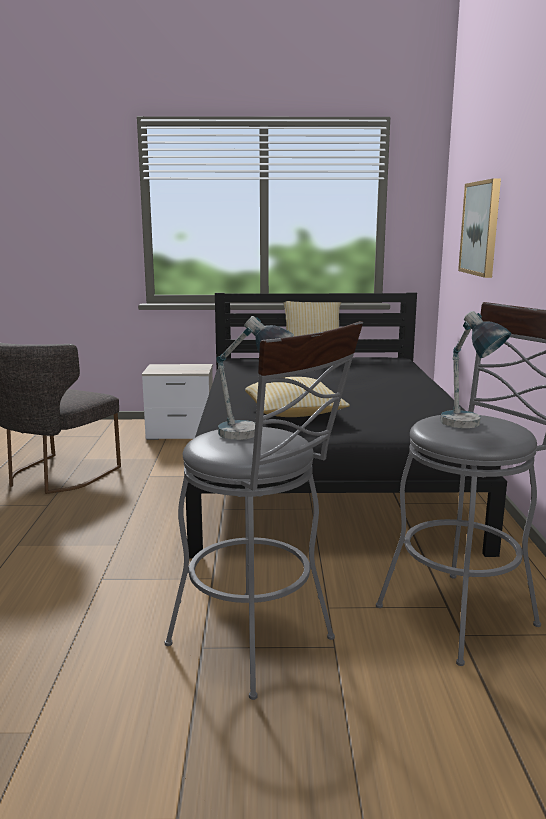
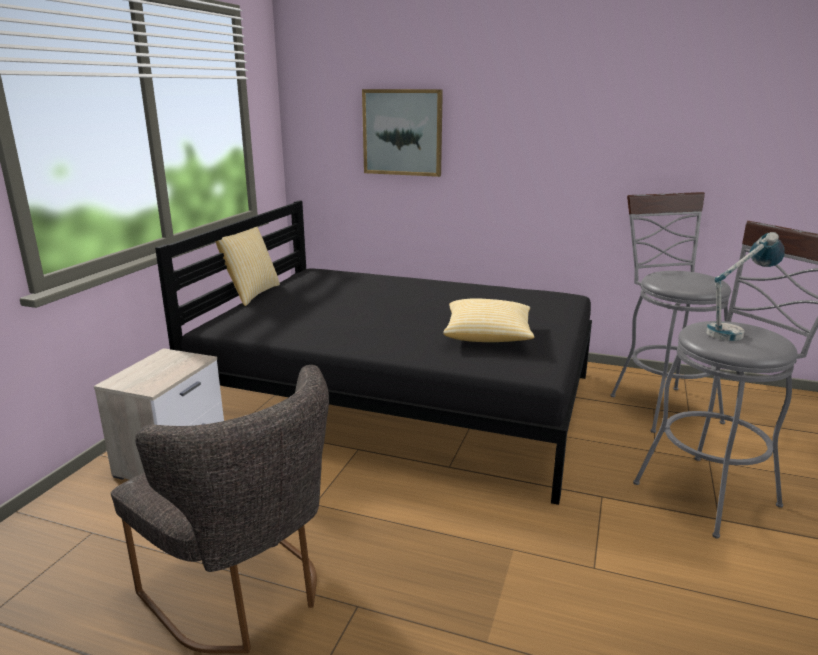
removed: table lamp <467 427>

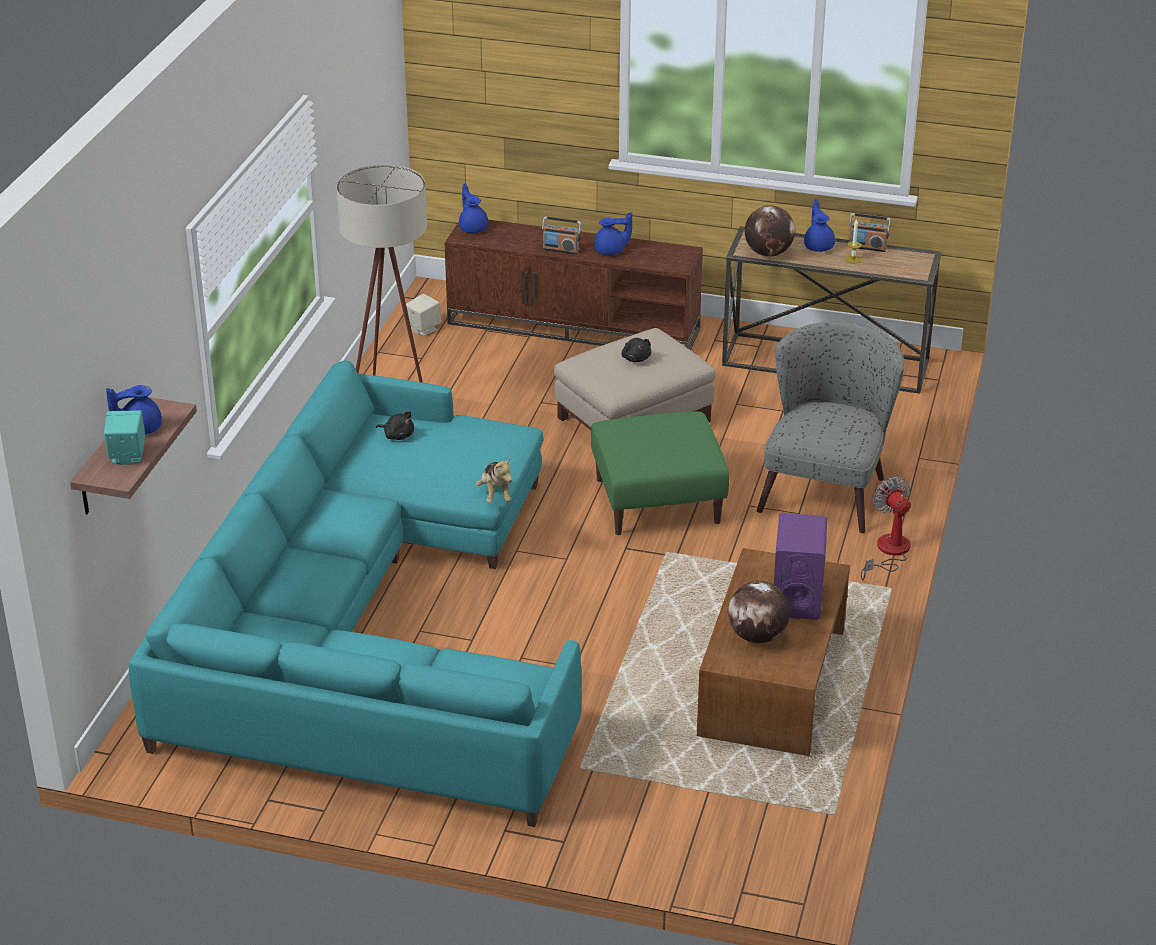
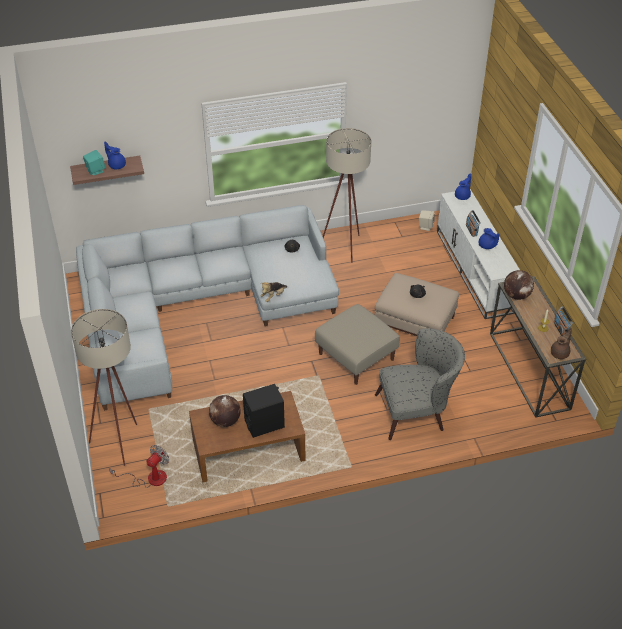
removed: blue teapot <819 246>
added: beige floor lamp <121 440>; brown teapot <560 353>
moved: fan <888 552> to <150 478>
recoloured: turquoise sofa <367 628> to grey sofa <197 307>; brown tv stand <575 326> to white tv stand <475 271>; green ottoman <657 501> to beige ottoman <355 356>; purple speaker <797 598> to black speaker <264 424>

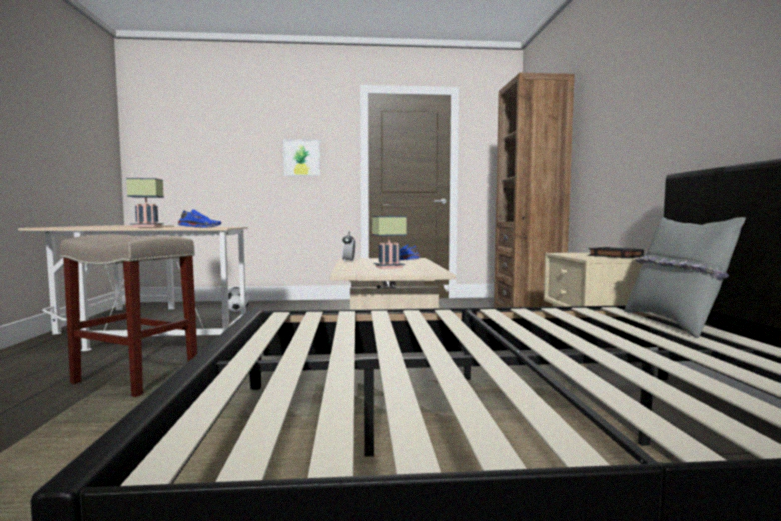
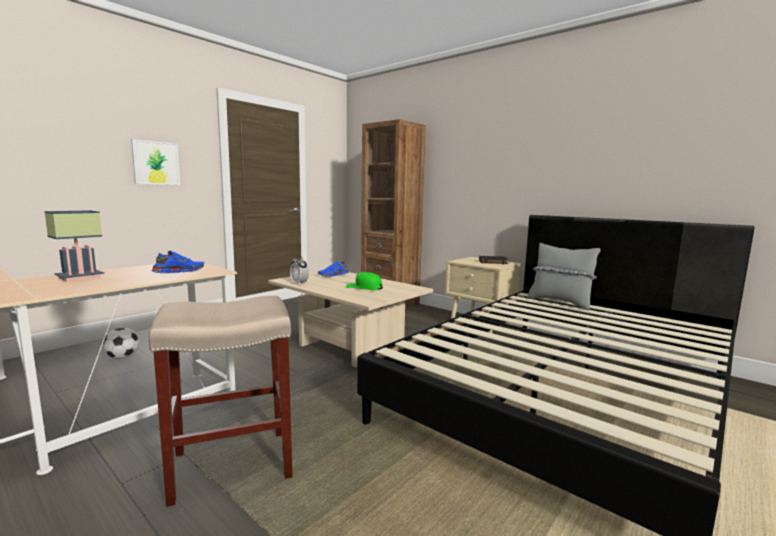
replaced: table lamp <388 267> to green cap <364 287>

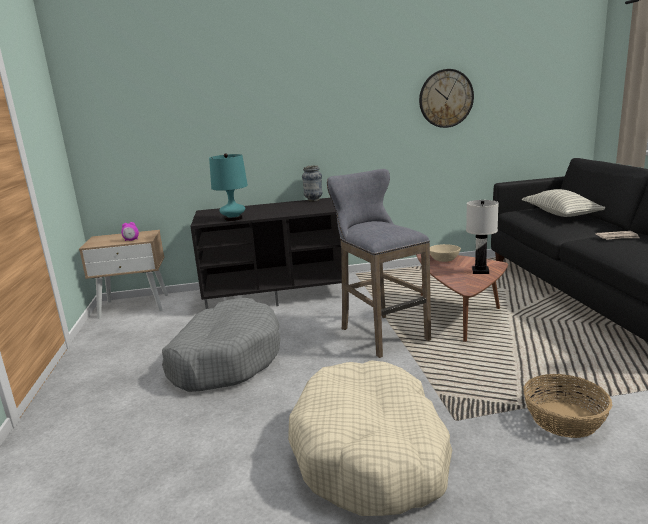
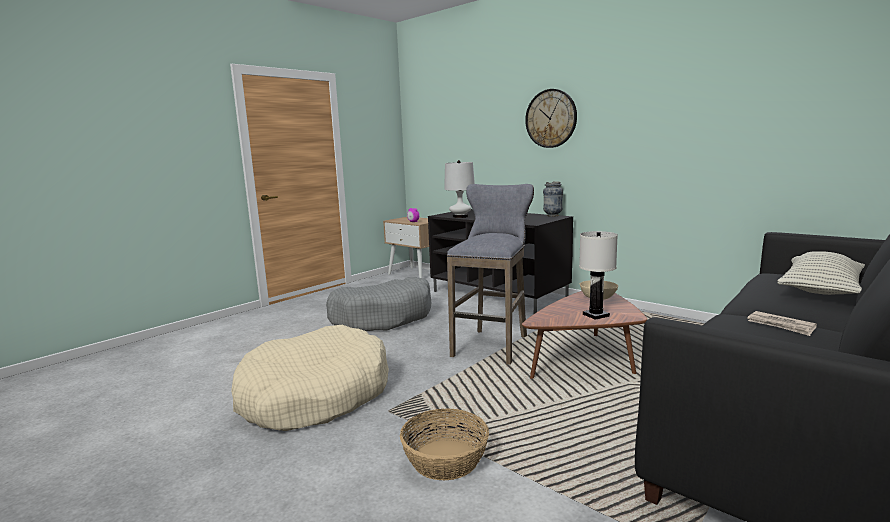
moved: wall clock <446 98> to <551 118>
recoloured: turquoise table lamp <233 219> to white table lamp <460 216>

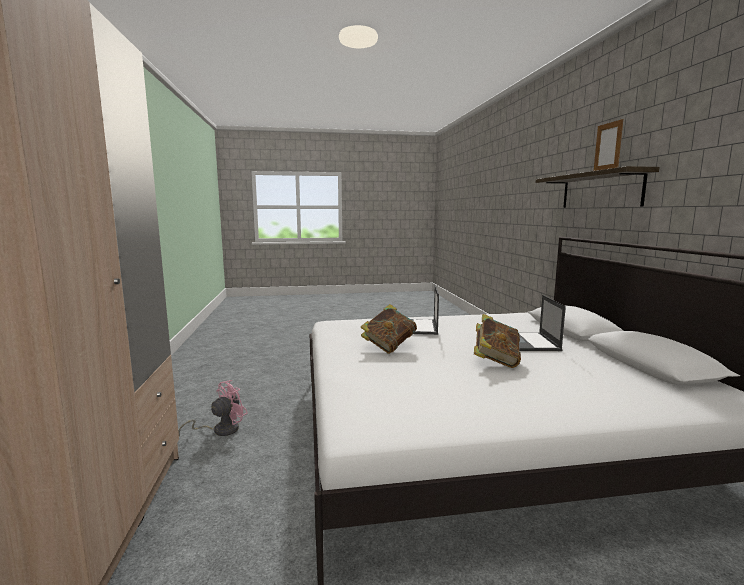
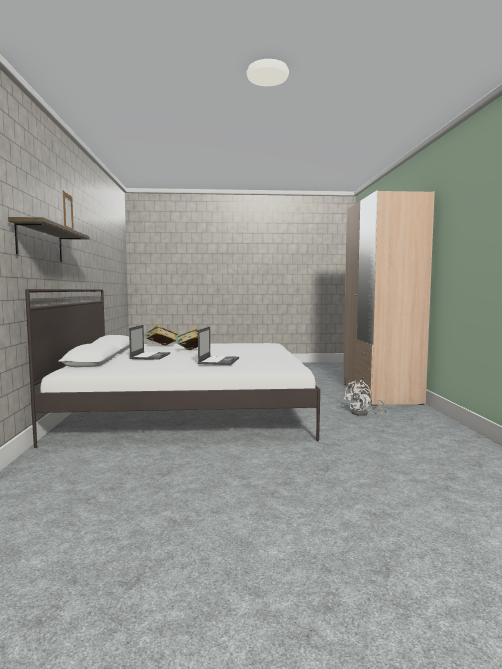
moved: book <389 347> to <161 346>
recoloured: pink fan <220 430> to white fan <363 413>

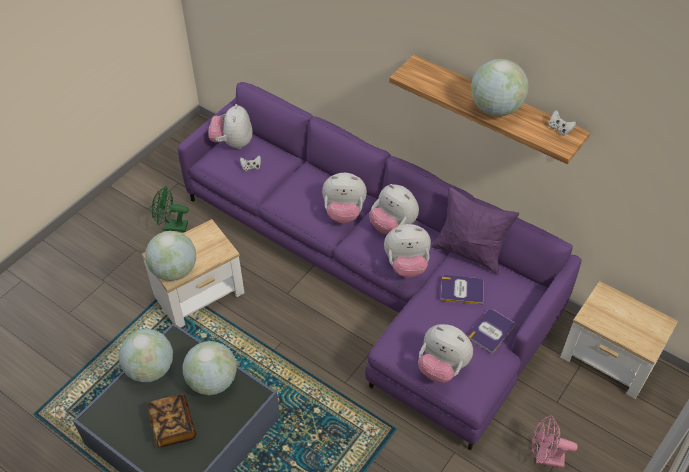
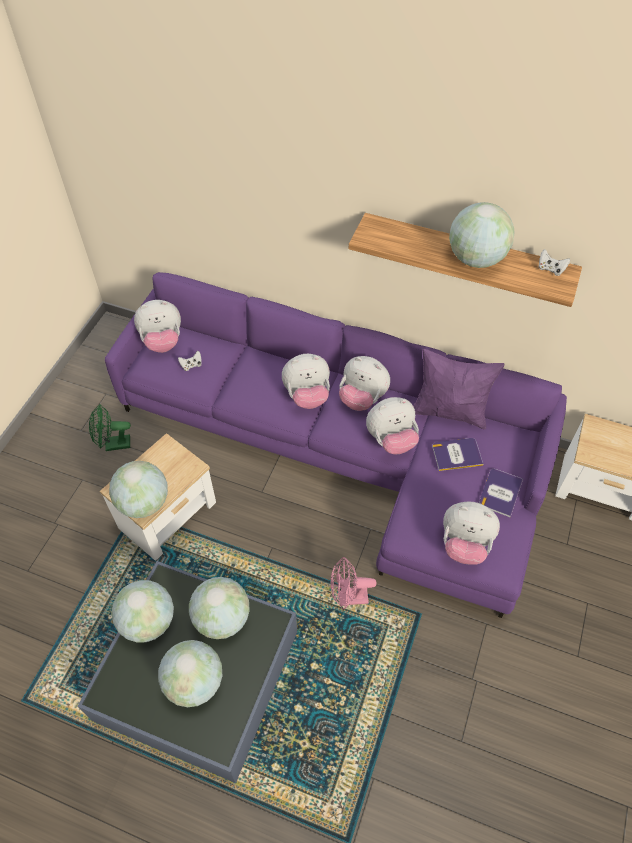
moved: pink fan <544 458> to <348 598>
replaced: book <173 426> to globe <194 682>
turned: plush toy <233 143> = <162 341> 90 degrees counterclockwise

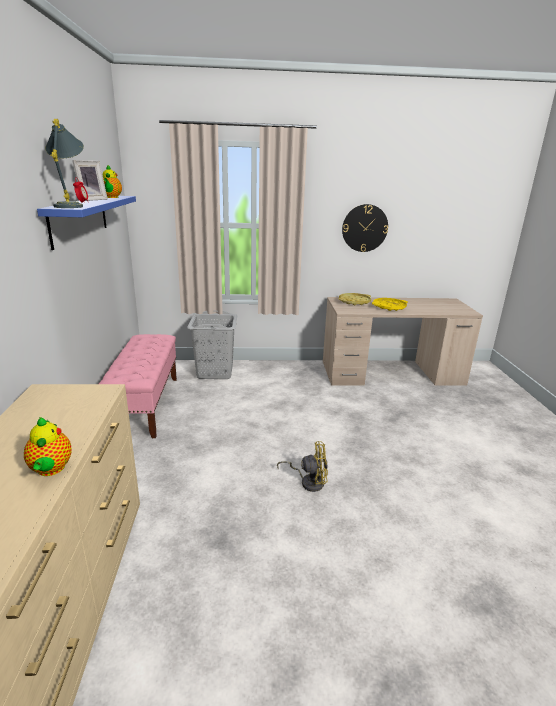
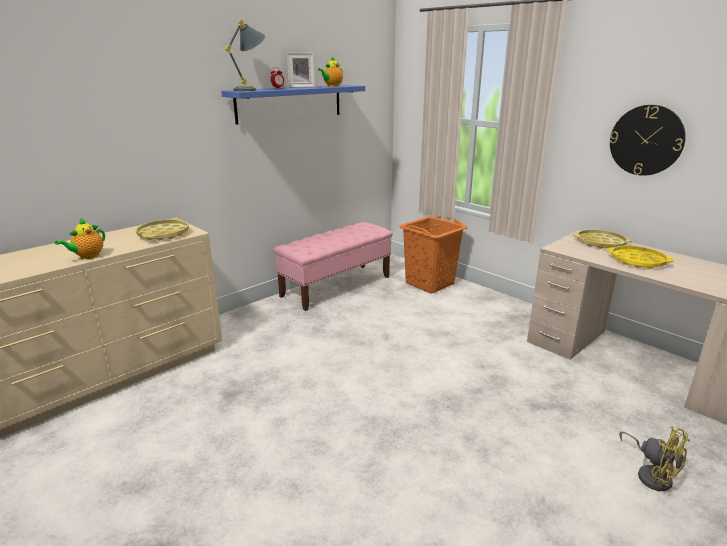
added: yellow tray <163 234>
moved: yellow fan <308 481> to <651 474>
recoloured: grey laundry basket <214 372> to orange laundry basket <429 283>

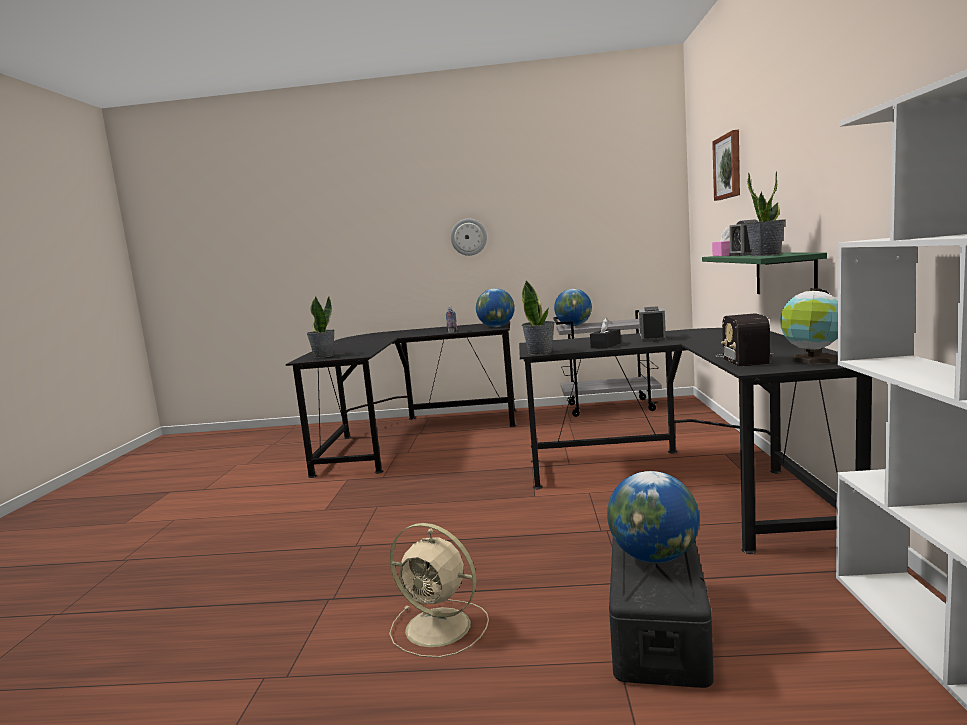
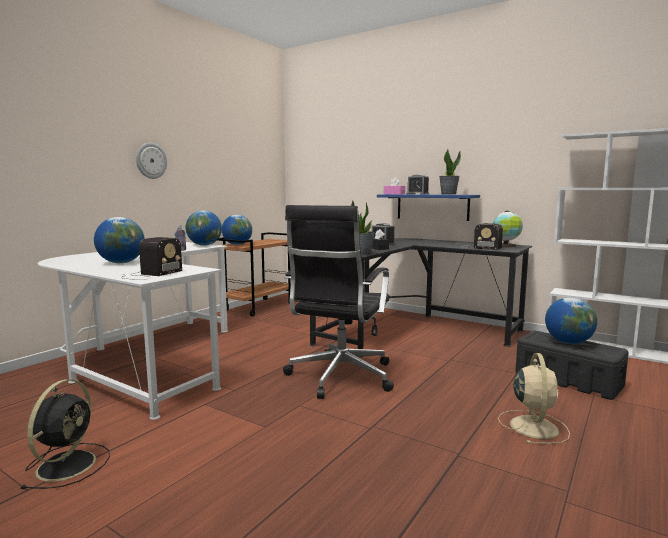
removed: picture <728 166>
added: black fan <68 464>; globe <121 263>; black office chair <339 377>
replaced: potted plant <323 356> to radio <150 274>
recoloured: black desk <408 435> to white desk <146 360>; grey cart <611 407> to brown cart <259 307>; green shelf <784 275> to blue shelf <432 207>
turned: beige fan <441 628> = <533 426> 45 degrees counterclockwise

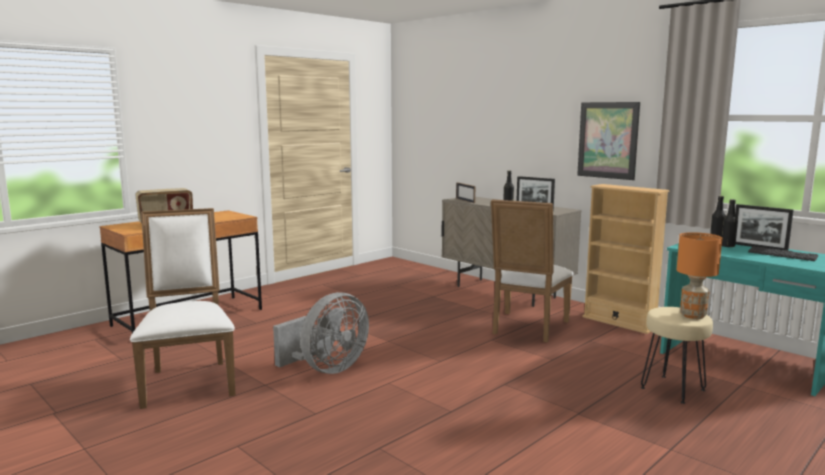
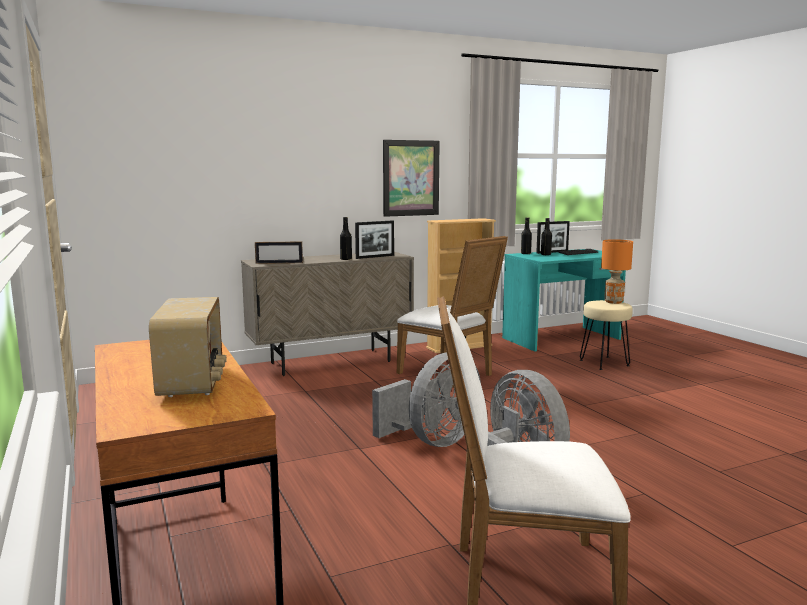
added: grey fan <433 441>

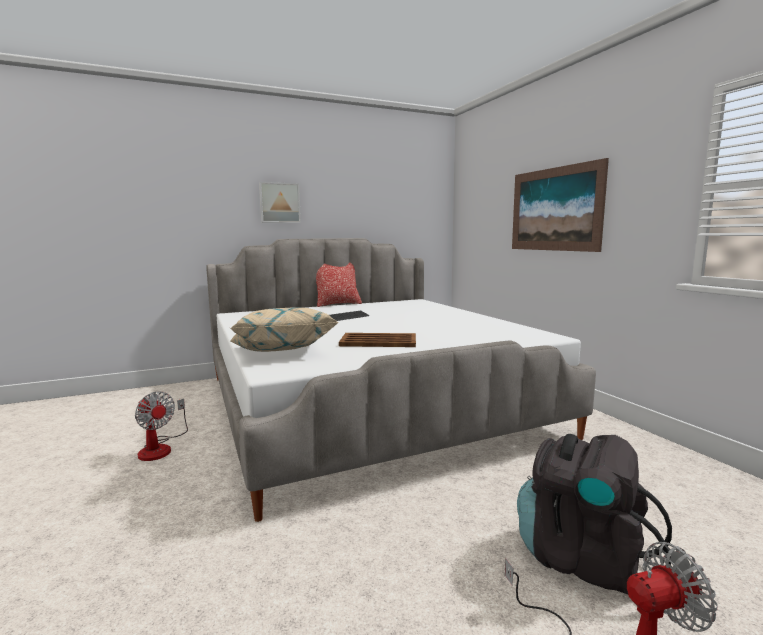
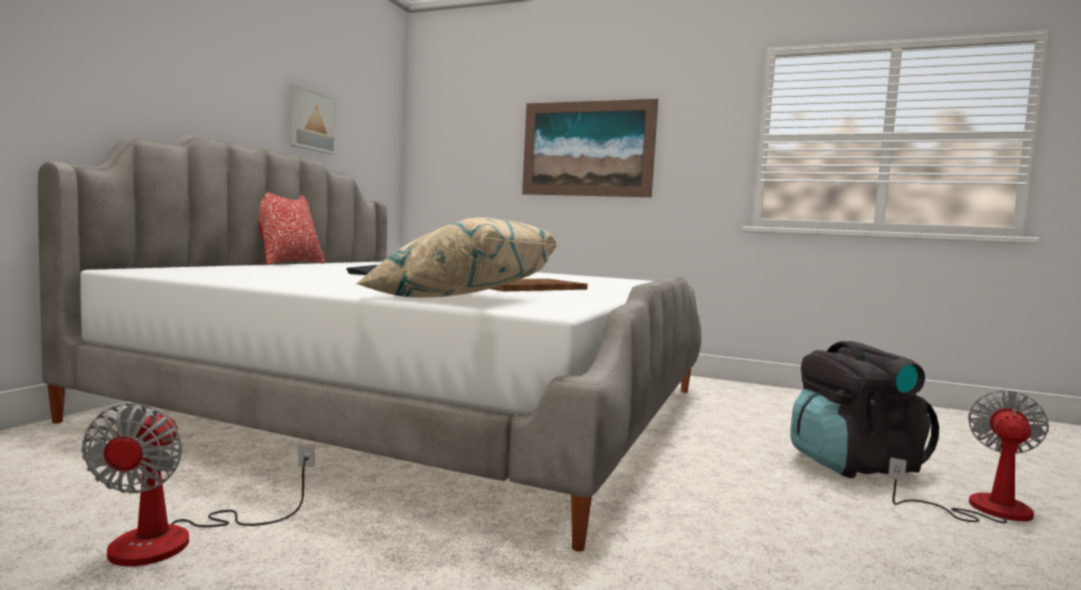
moved: picture <279 203> to <310 121>
turned: fan <160 448> = <180 539> 90 degrees clockwise

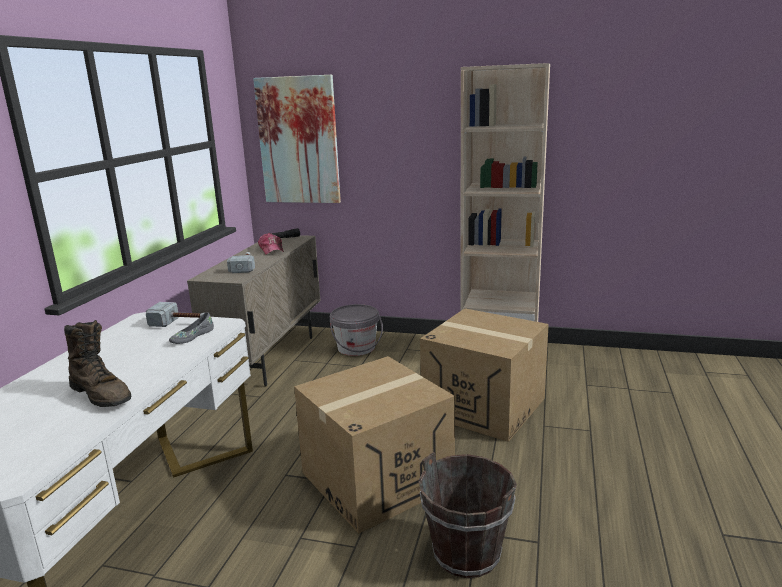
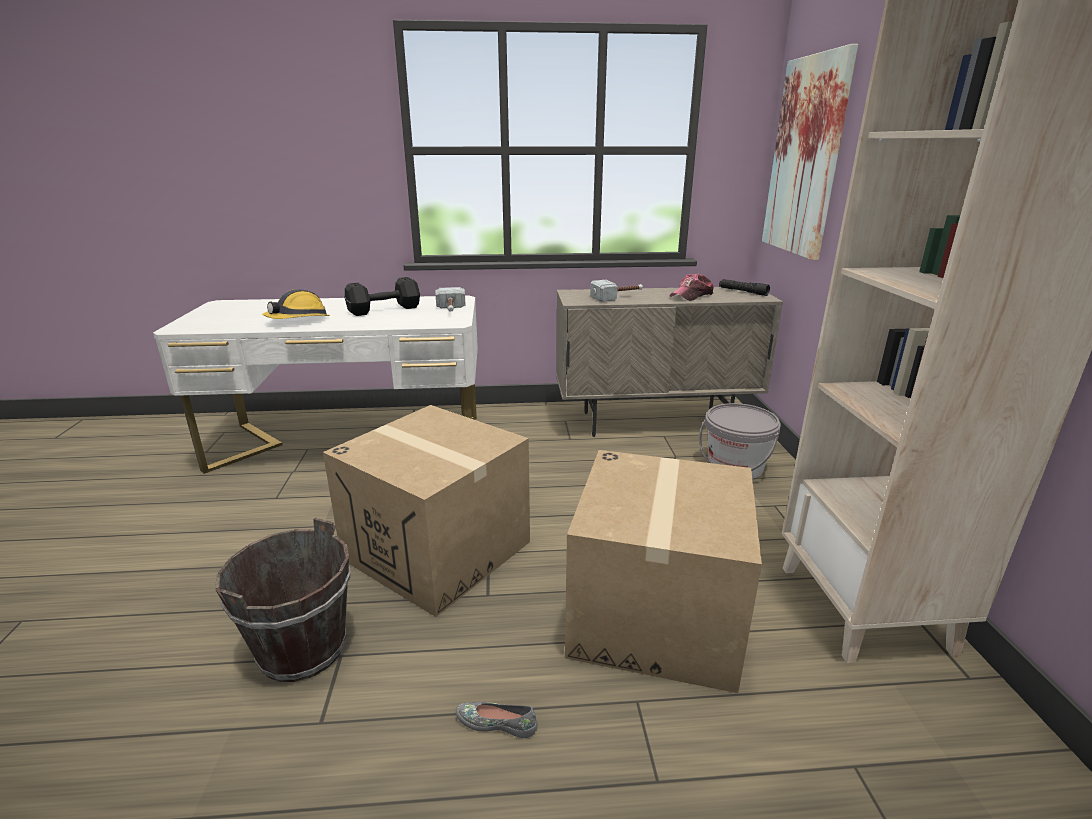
added: black dumbbell <386 310>
moved: grey shoe <191 336> to <496 722>
replaced: brown boot <102 395> to hard hat <298 320>

